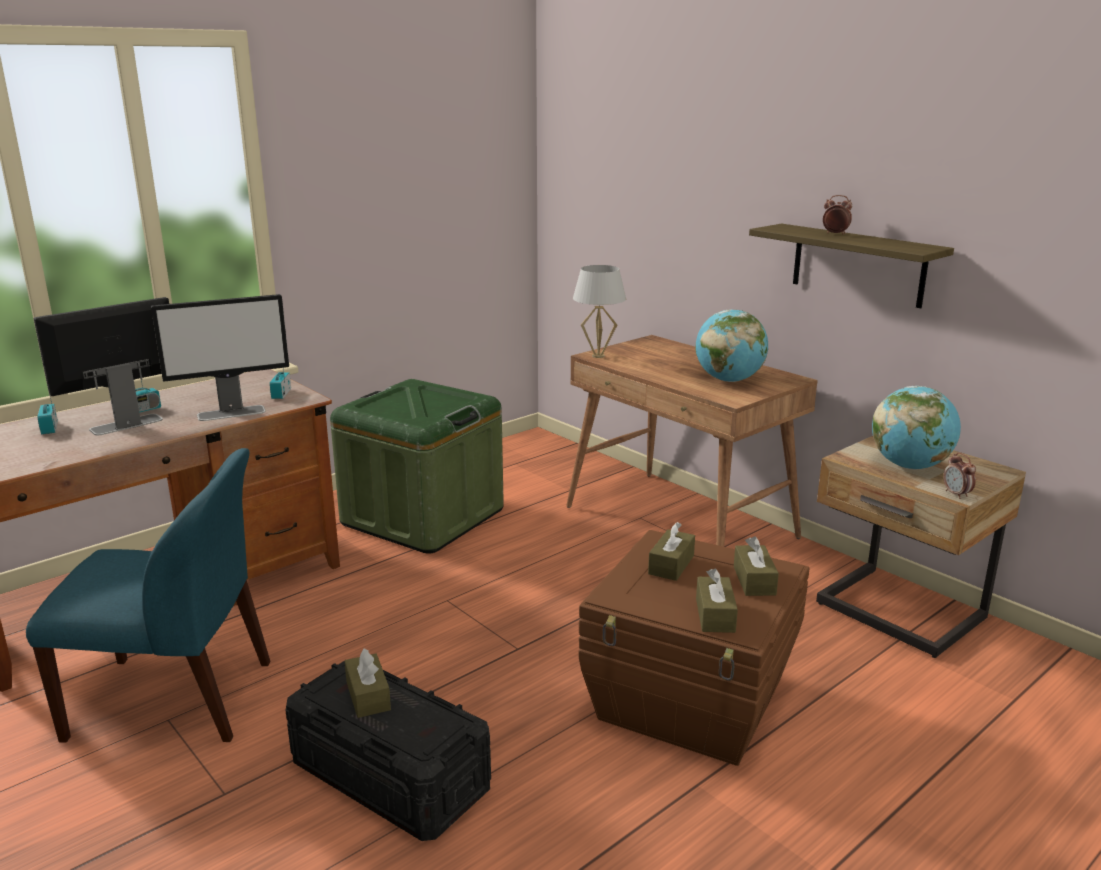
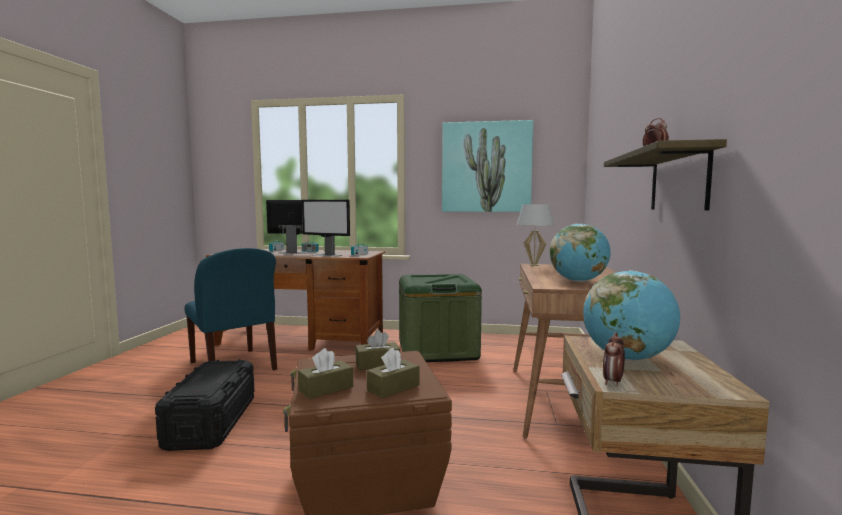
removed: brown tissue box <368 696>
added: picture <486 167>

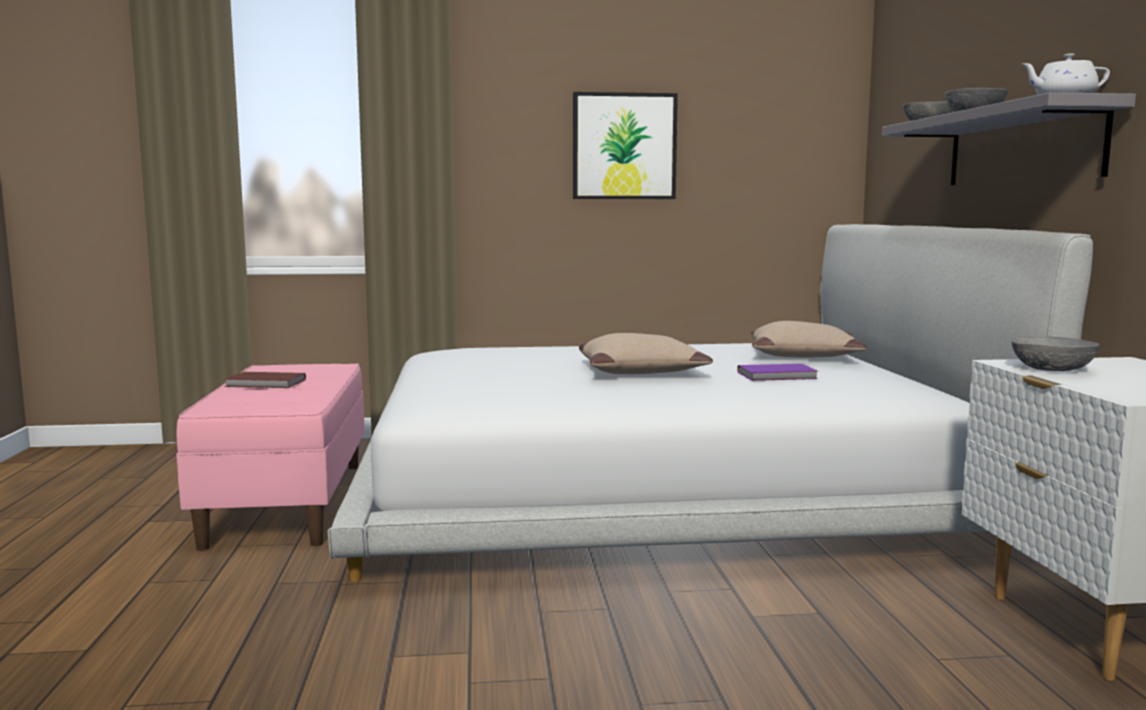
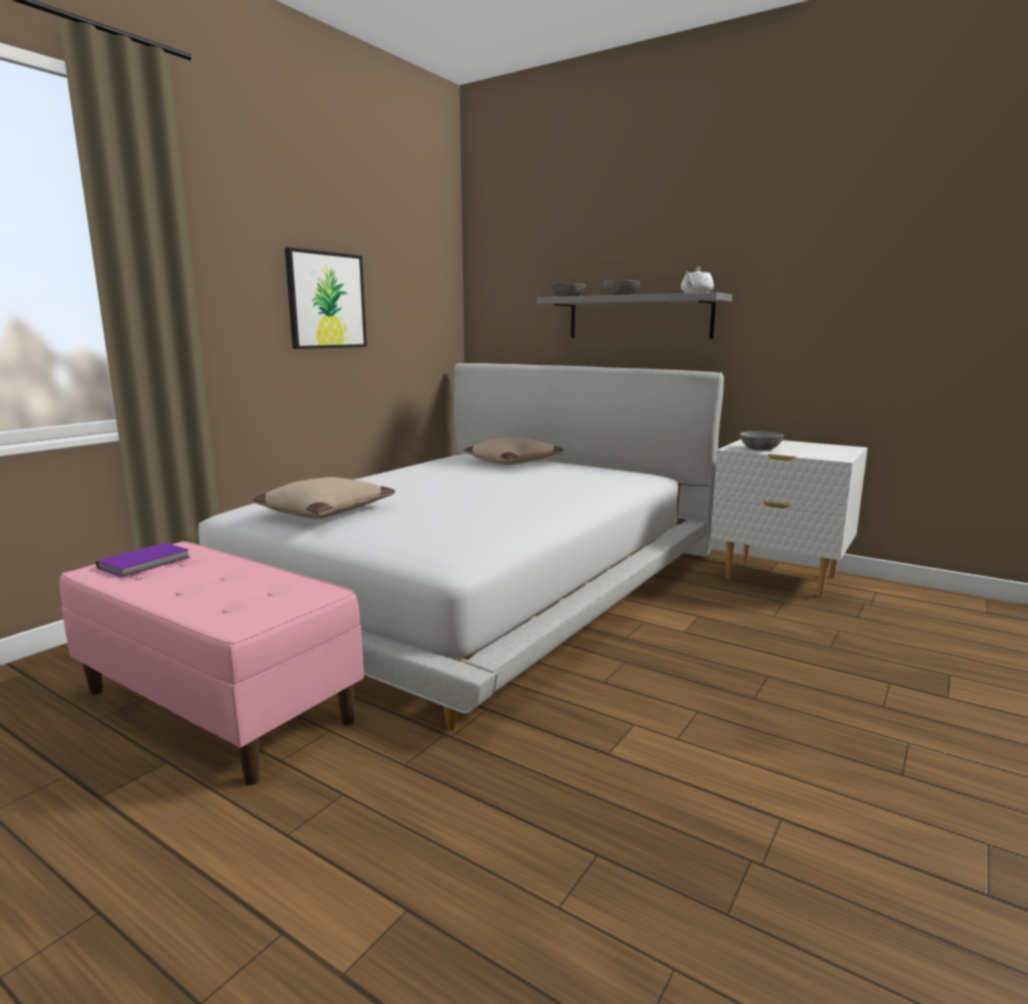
removed: brown book <266 383>
moved: beige pillow <641 371> to <325 511>; purple book <778 376> to <146 562>

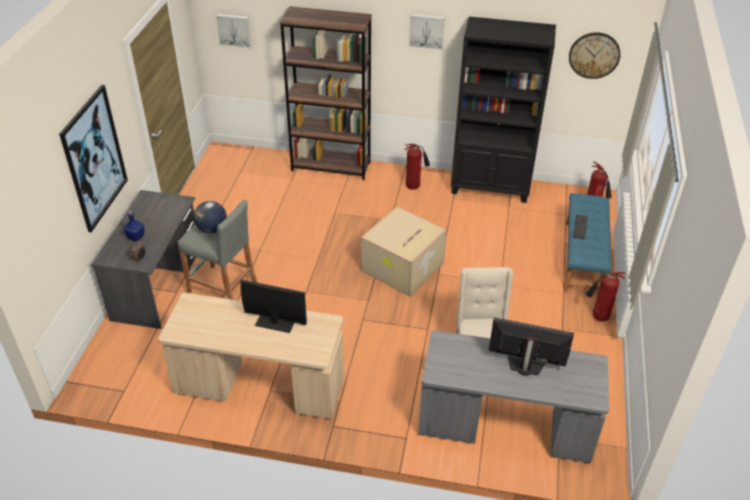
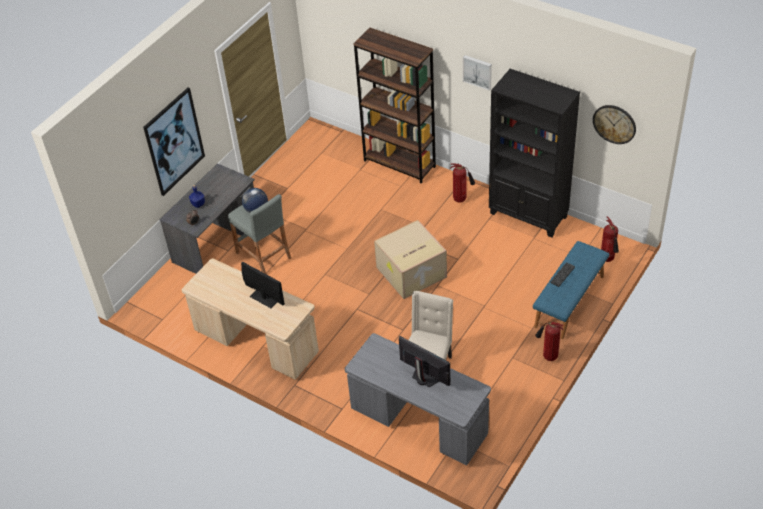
removed: picture <234 30>

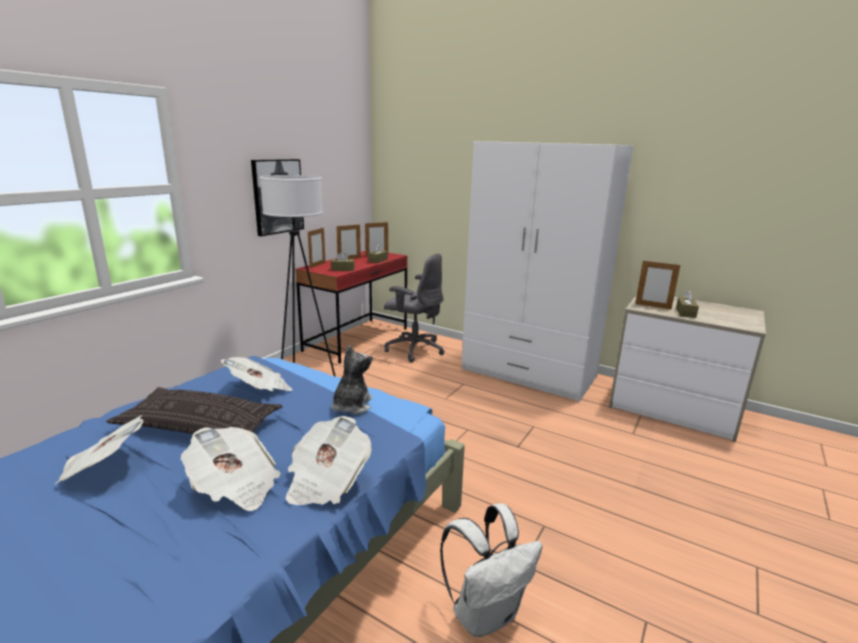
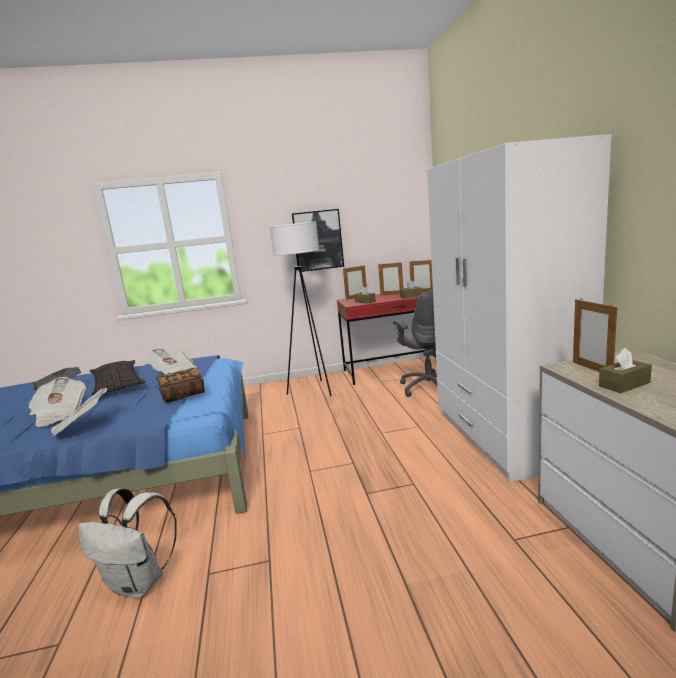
replaced: plush toy <351 406> to book <182 394>

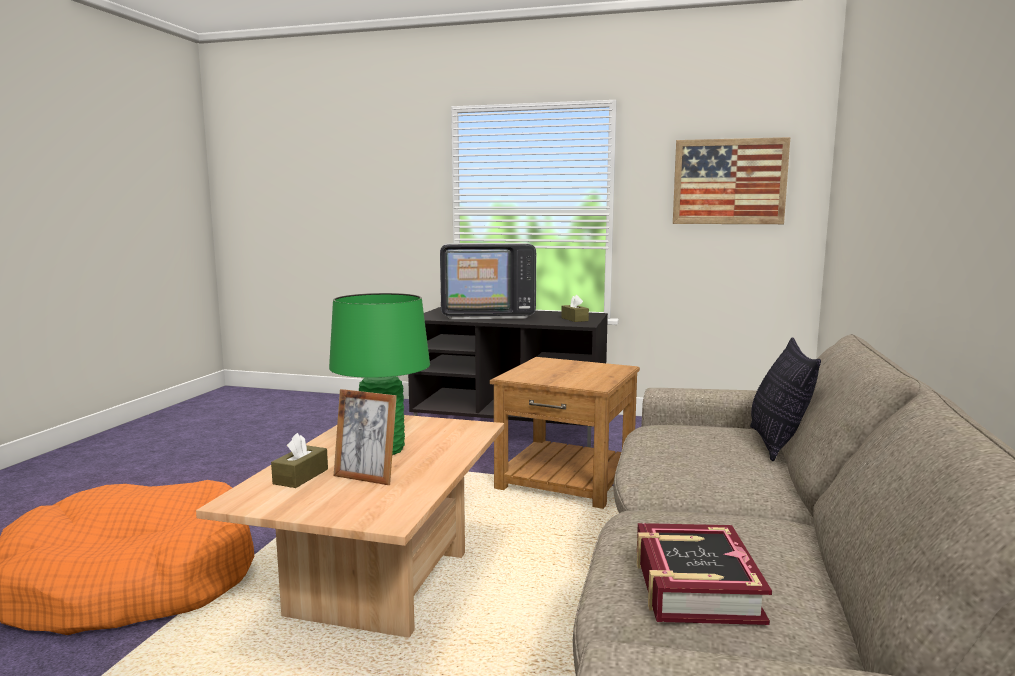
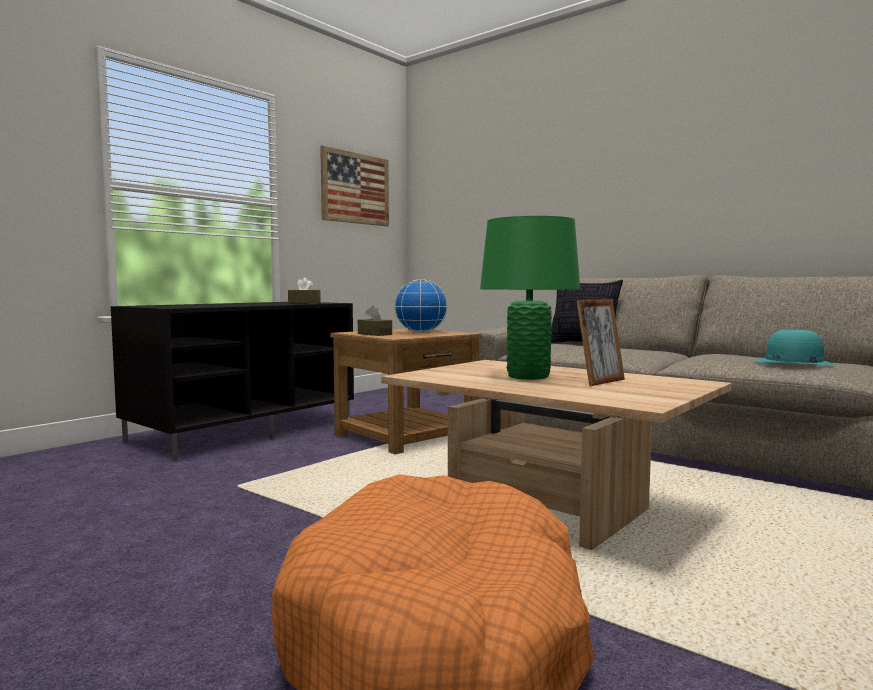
removed: television <488 315>
added: globe <421 332>
moved: brown tissue box <301 476> to <374 334>
replaced: book <694 585> to turquoise hat <793 362>

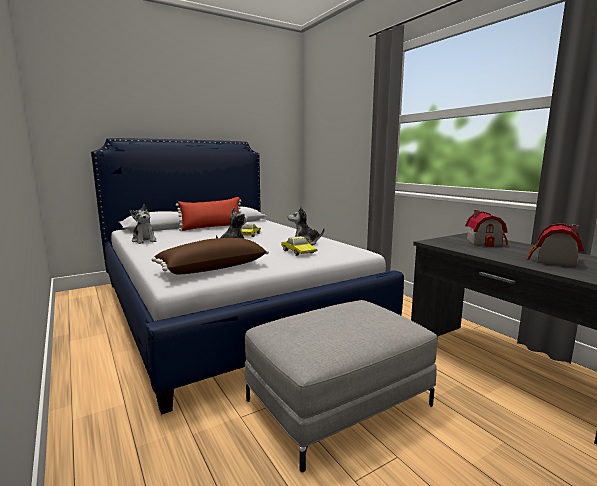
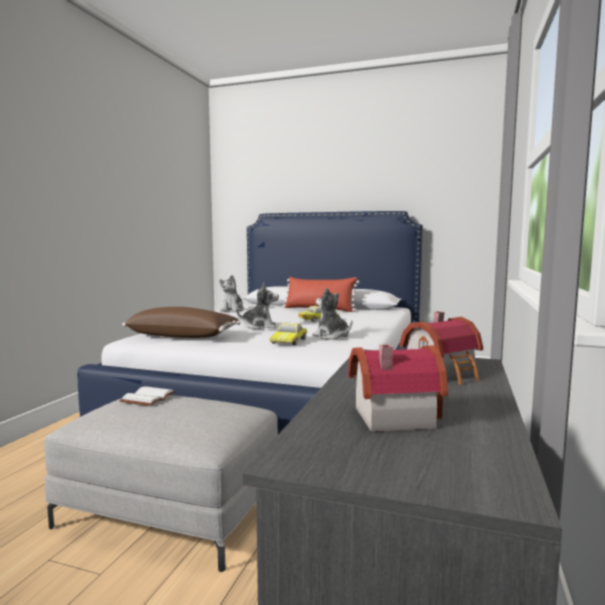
added: white book <147 397>

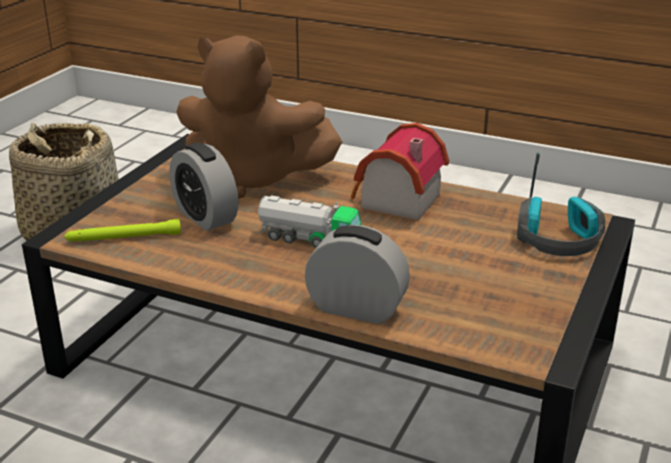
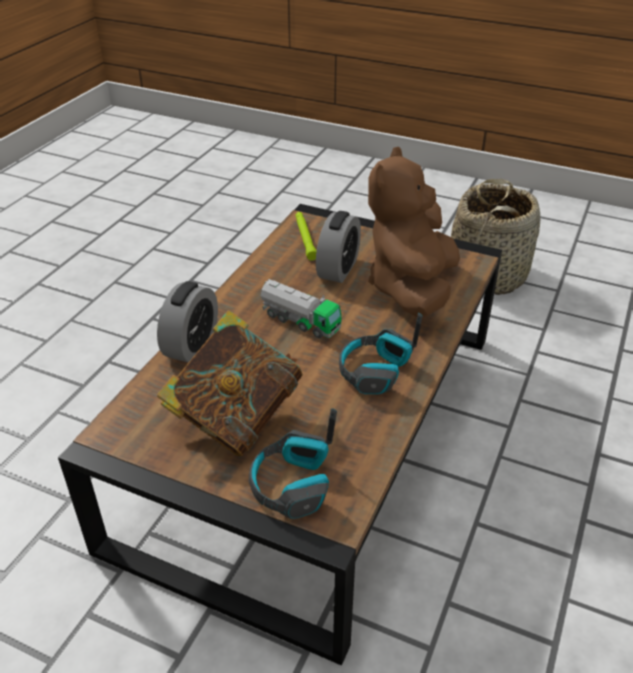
added: book <235 418>
replaced: toy house <395 200> to headphones <374 372>
turned: alarm clock <205 217> = <338 269> 150 degrees clockwise; toy truck <309 239> = <300 321> 75 degrees counterclockwise

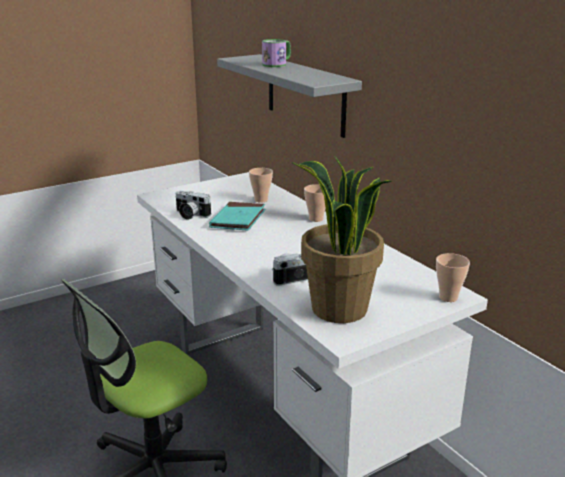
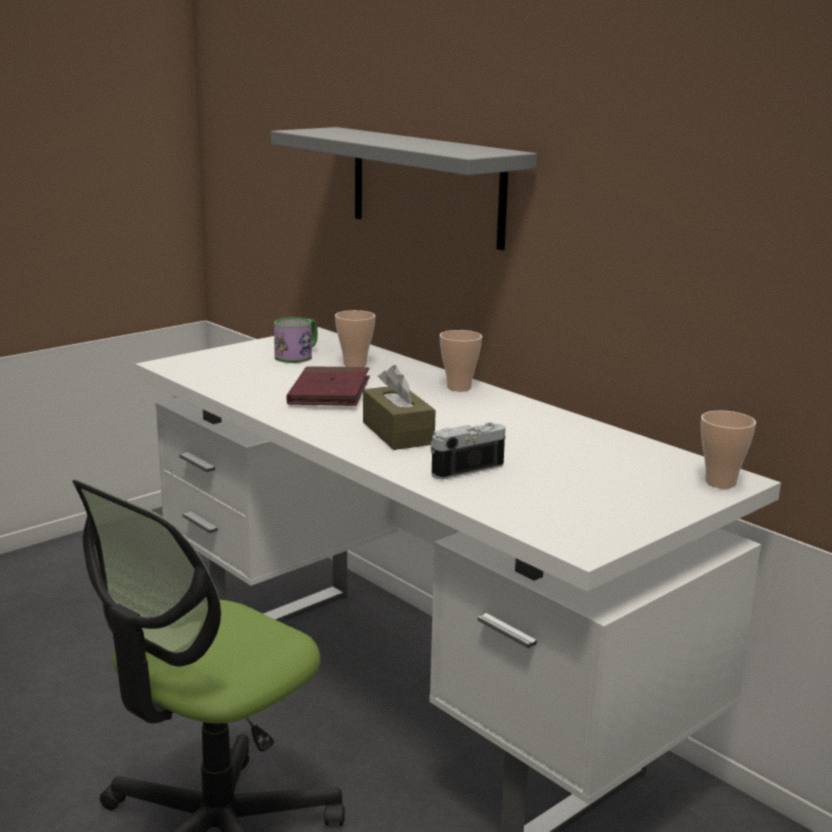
removed: photo camera <190 215>; potted plant <338 309>
added: brown tissue box <397 433>
moved: mug <277 64> to <298 356>
recoloured: turquoise book <238 219> to red book <329 392>

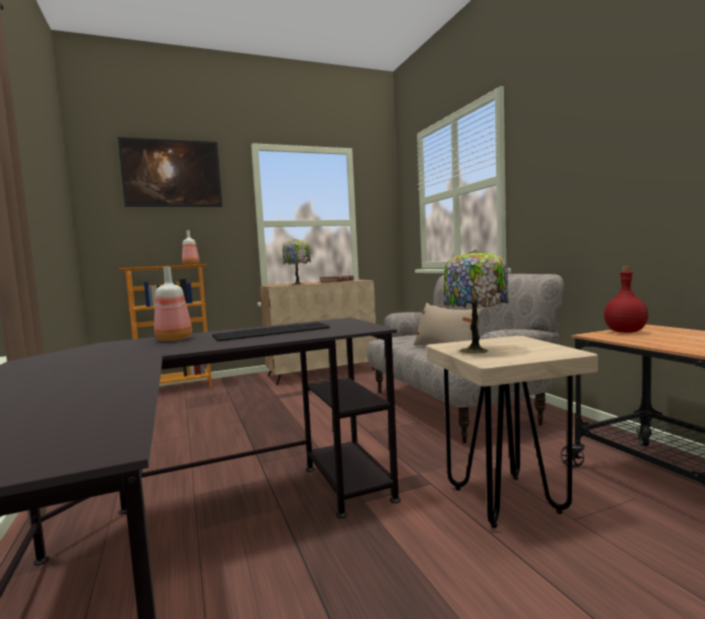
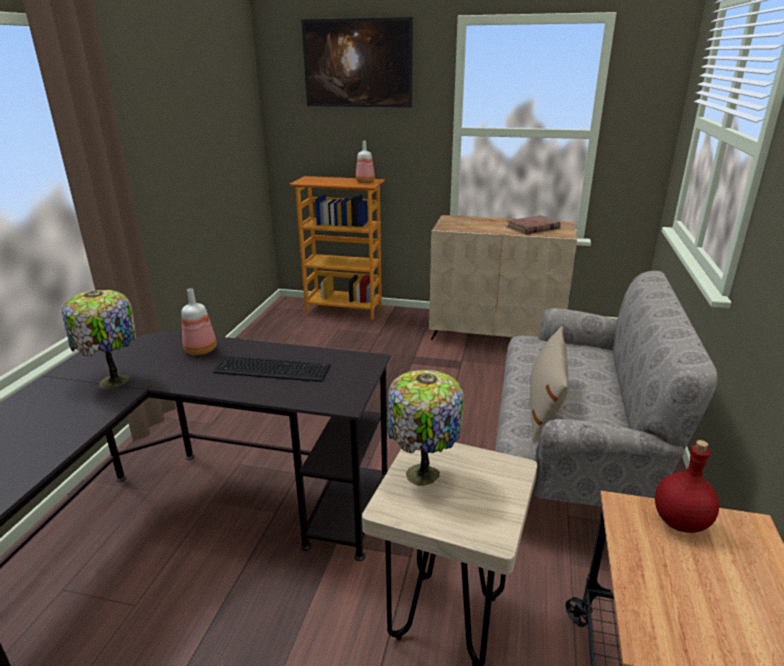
moved: table lamp <298 284> to <113 382>

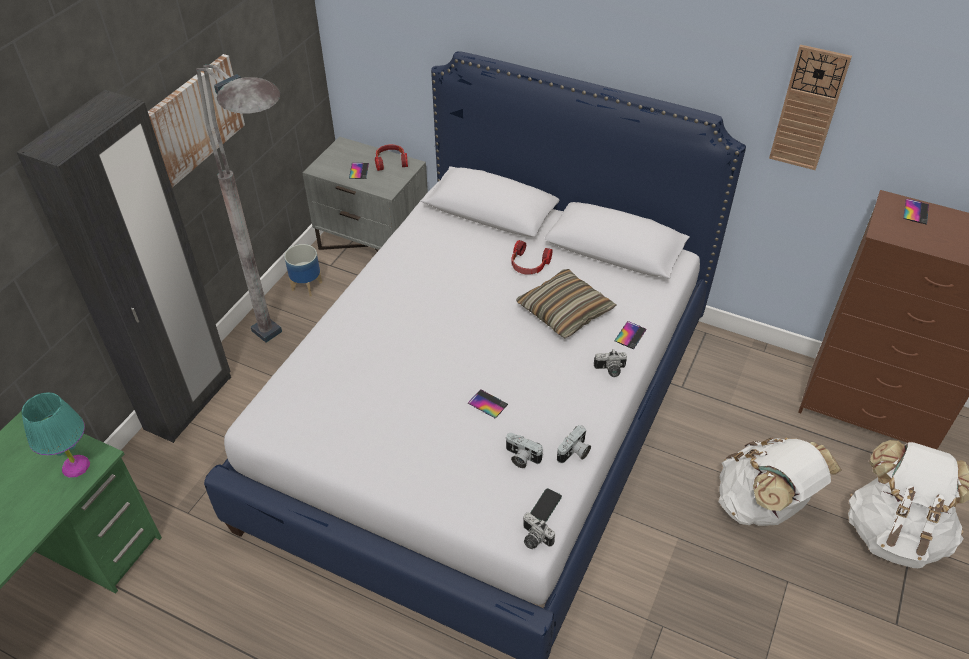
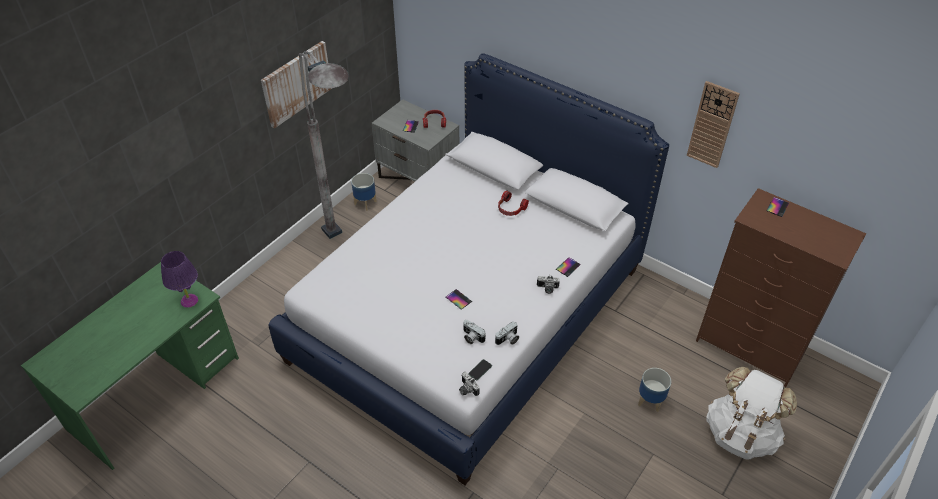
removed: black wardrobe <189 403>; pillow <565 311>
replaced: white backpack <762 506> to planter <650 401>
recoloured: turquoise table lamp <75 466> to purple table lamp <189 301>

